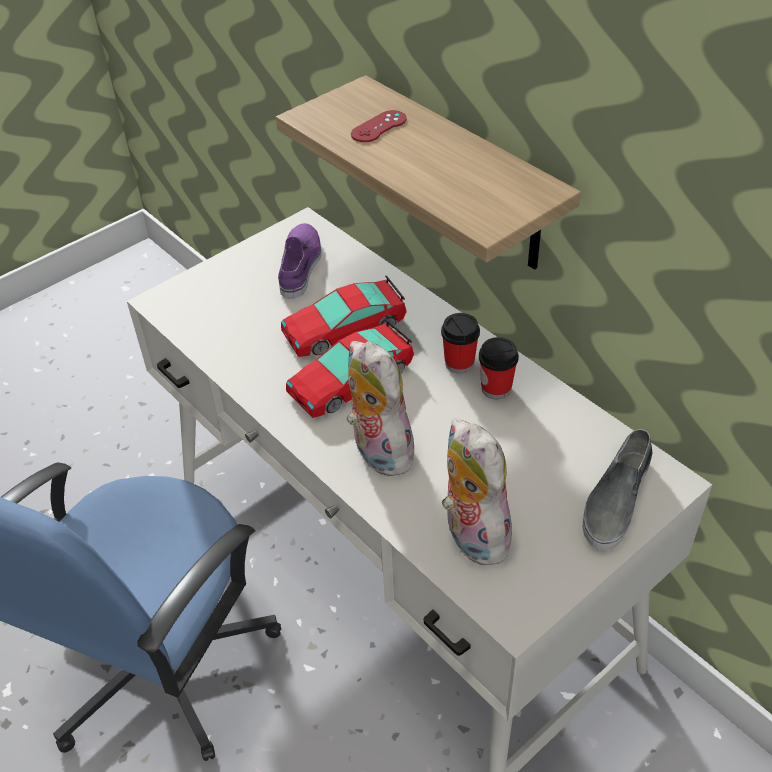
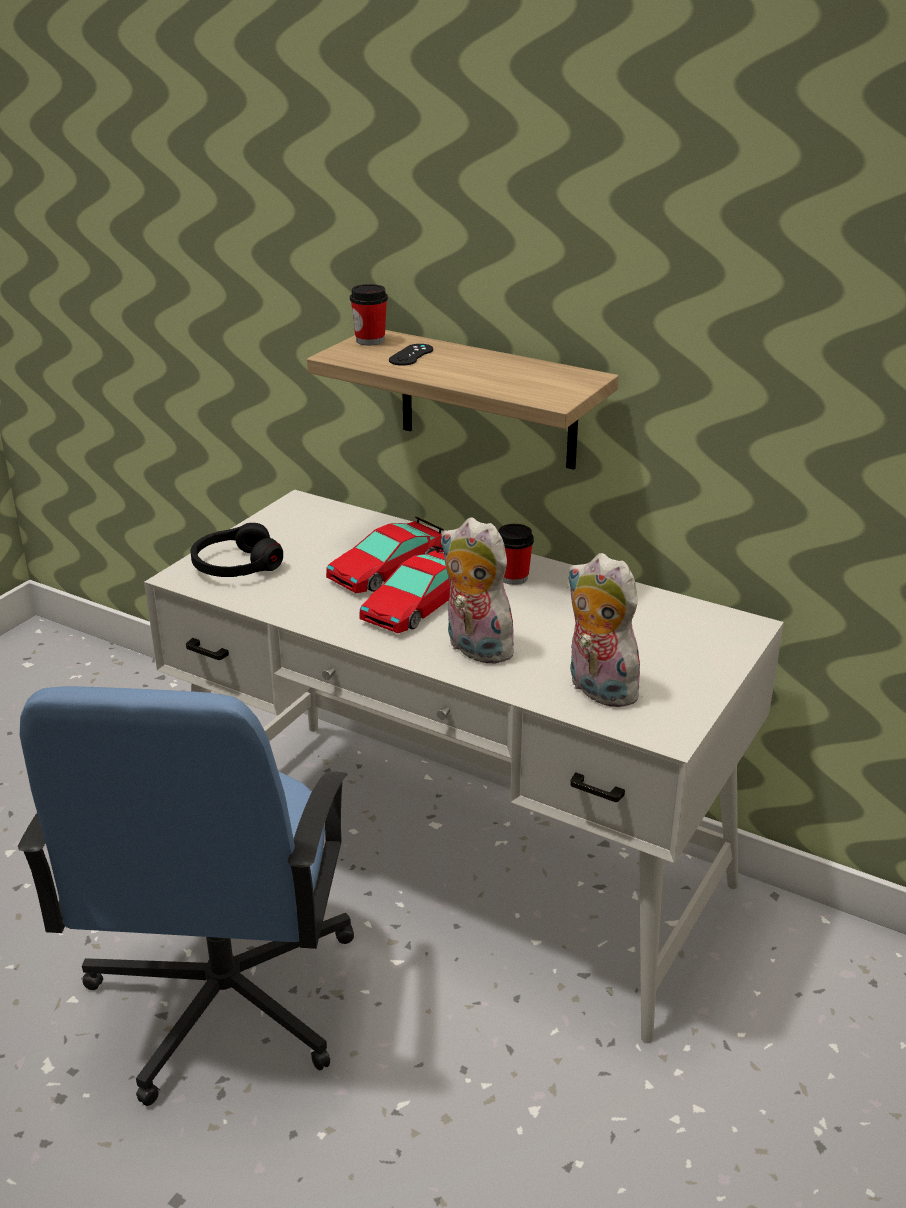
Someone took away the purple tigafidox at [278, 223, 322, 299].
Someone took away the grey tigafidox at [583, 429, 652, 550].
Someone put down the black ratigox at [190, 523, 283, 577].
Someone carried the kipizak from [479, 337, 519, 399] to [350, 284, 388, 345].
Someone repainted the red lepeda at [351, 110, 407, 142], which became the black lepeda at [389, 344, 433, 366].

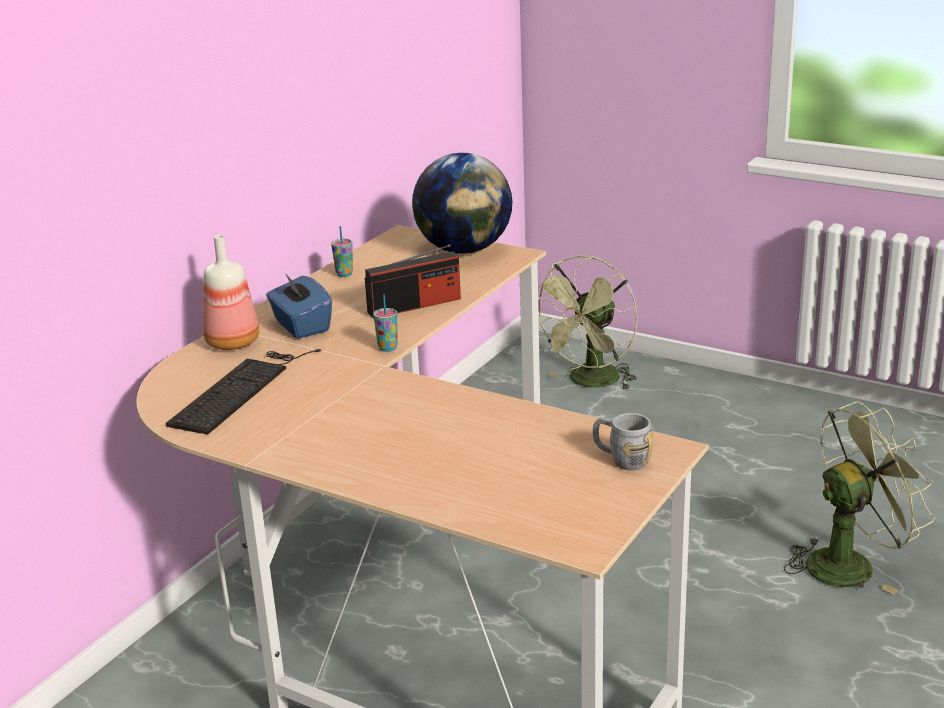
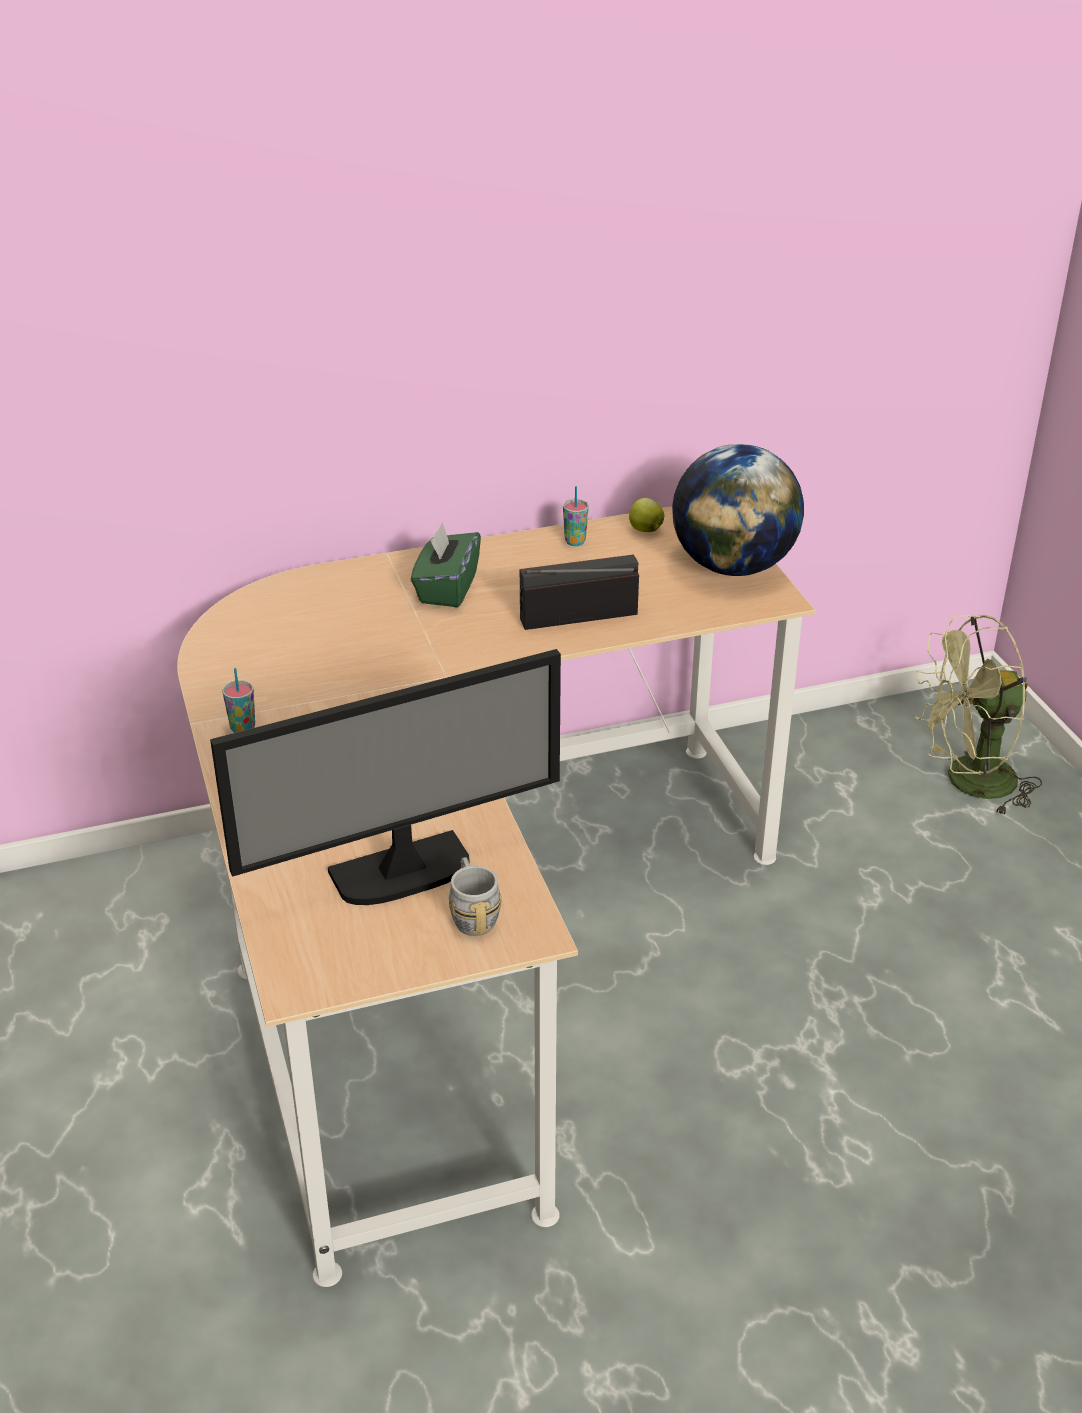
Someone took away the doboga at [166, 349, 321, 435].
Someone took away the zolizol at [203, 235, 259, 350].
Someone took away the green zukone at [784, 401, 935, 594].
Someone put down the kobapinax at [210, 649, 561, 905].
Someone put down the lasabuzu at [629, 498, 664, 532].
Someone carried the kipizak from [373, 295, 397, 352] to [222, 668, 255, 733].
Someone repainted the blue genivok at [266, 273, 332, 339], which became the green genivok at [411, 522, 481, 607].
Someone rotated the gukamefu at [365, 244, 461, 318] by 150 degrees clockwise.

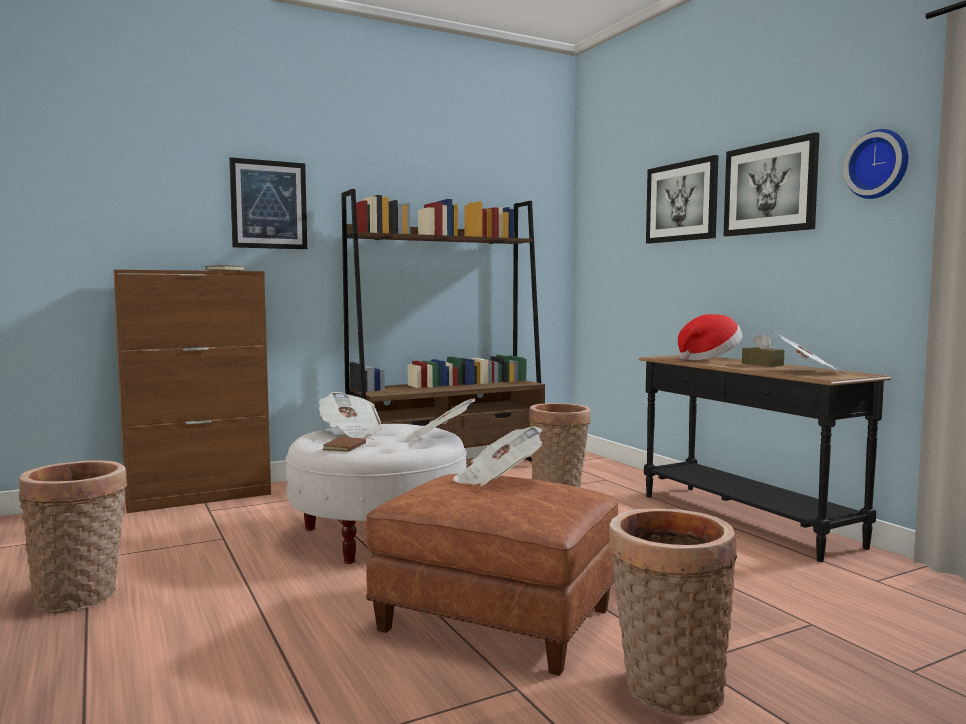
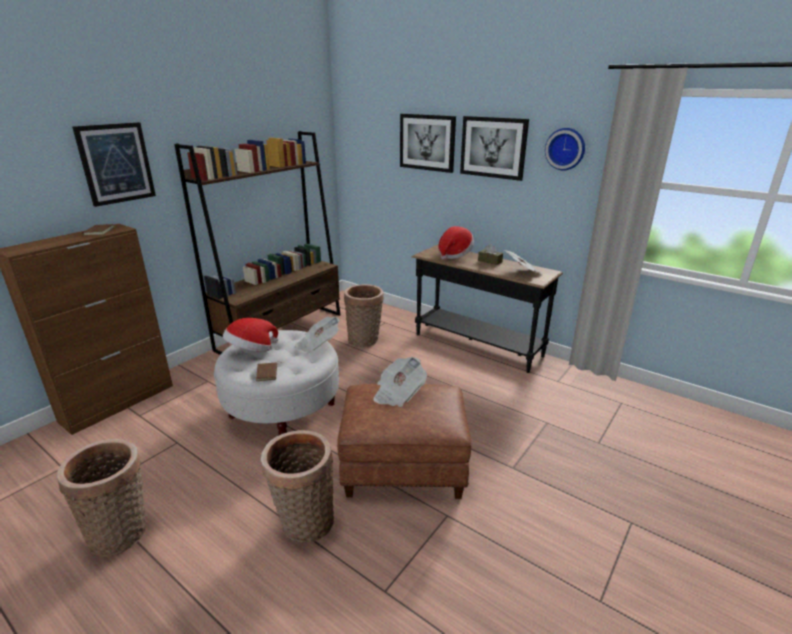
Someone carried the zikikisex from [608, 508, 737, 717] to [261, 430, 334, 543].
Someone swapped the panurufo at [319, 392, 382, 438] for the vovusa at [223, 318, 278, 352].

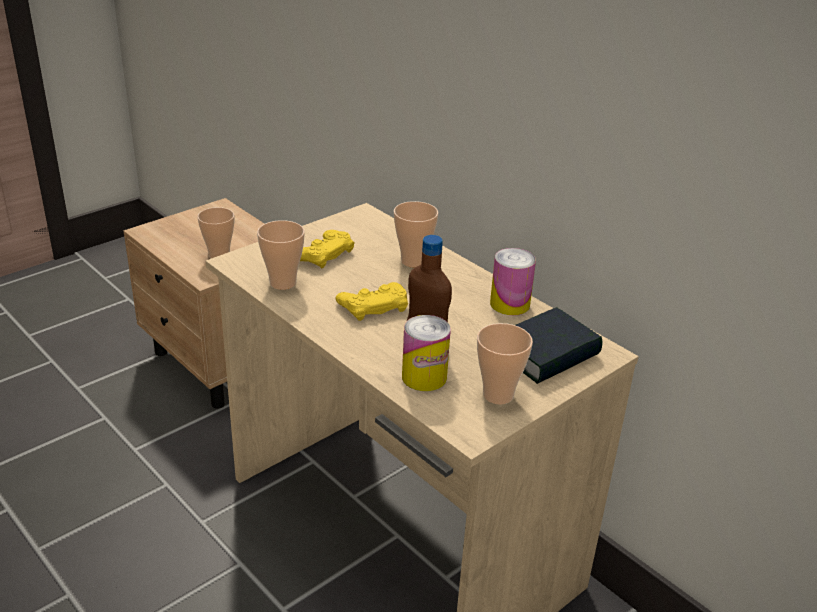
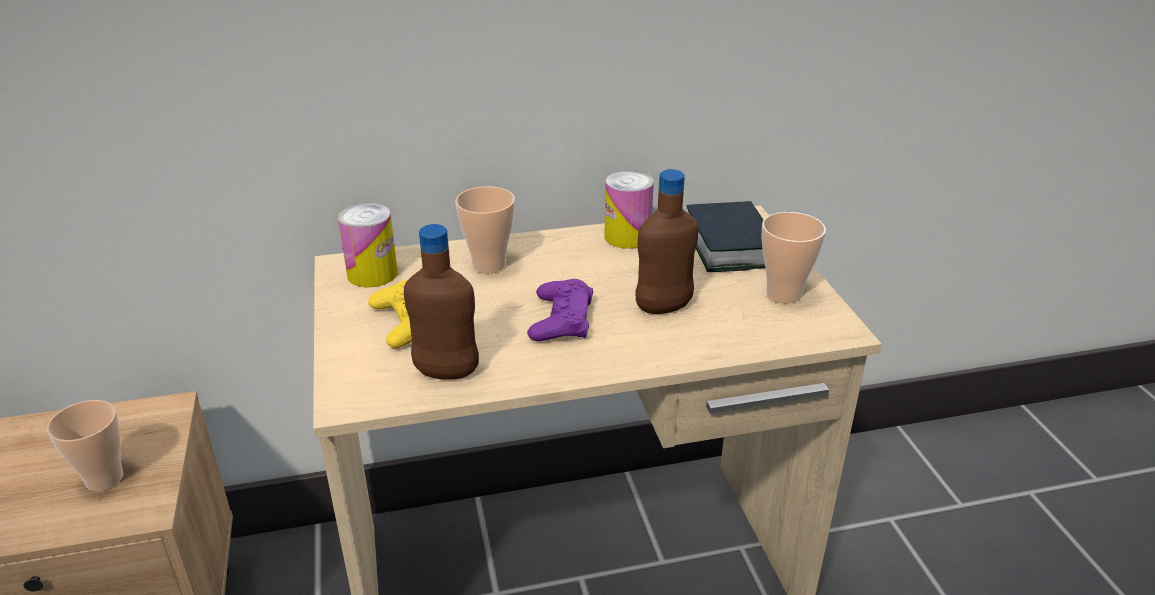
Someone carried the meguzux from [402, 315, 451, 391] to [338, 203, 398, 287].
Someone swapped the kipizak at [257, 220, 305, 290] for the brown zolizol at [404, 224, 479, 380].
Someone repainted the yellow lepeda at [335, 282, 408, 321], which became the purple lepeda at [527, 279, 593, 341].

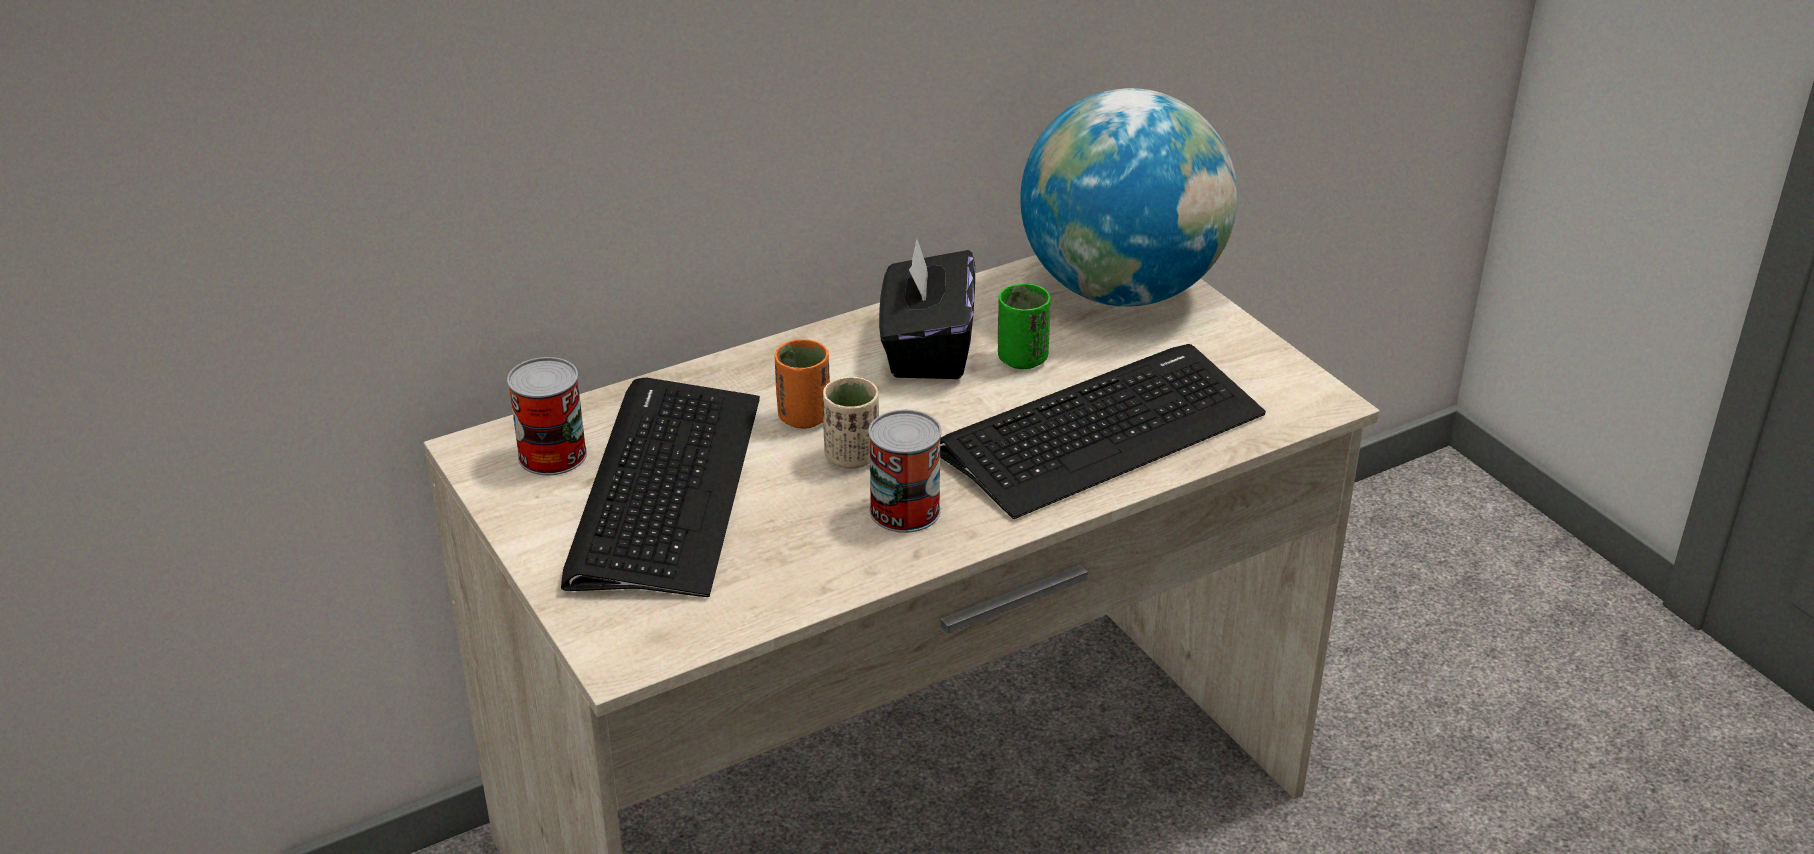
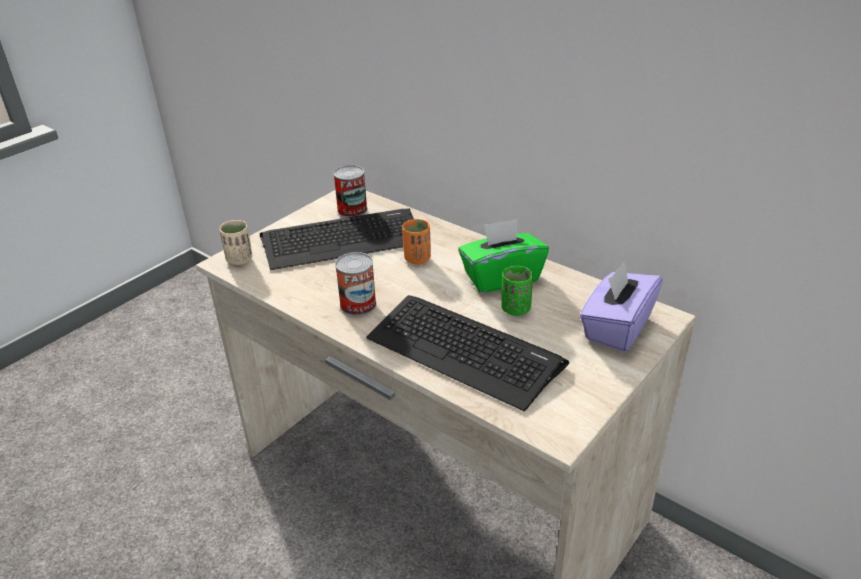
Someone carried the beige kipizak from [823, 377, 879, 469] to [219, 220, 252, 265].
Someone swapped the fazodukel at [1020, 88, 1238, 307] for the purple genivok at [580, 261, 663, 352].
Someone repainted the black genivok at [879, 238, 975, 379], which became the green genivok at [458, 219, 549, 293].

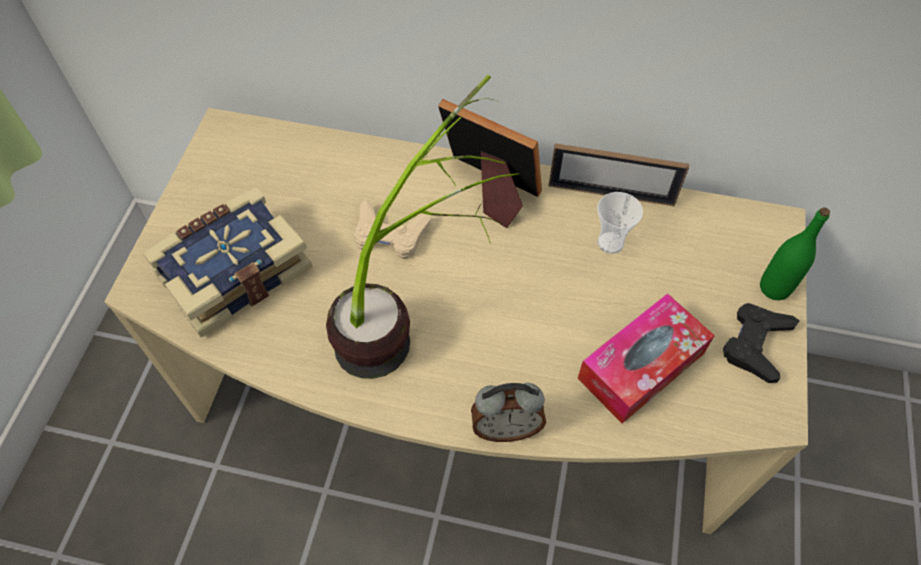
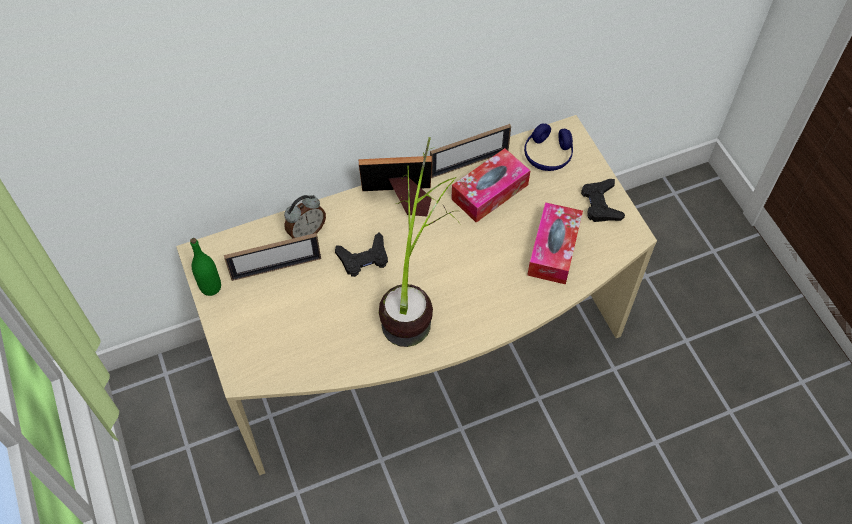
Someone took away the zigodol at [143, 187, 312, 337].
Someone put down the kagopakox at [224, 233, 321, 281].
Someone put down the blue ratigox at [524, 123, 573, 171].
Someone carried the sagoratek from [471, 383, 546, 442] to [284, 195, 326, 239].
Someone carried the green zolizol from [760, 207, 830, 300] to [190, 238, 221, 296].
Someone swapped the kipizak at [597, 192, 643, 254] for the genivok at [451, 148, 530, 223].
Someone repainted the beige lepeda at [354, 199, 430, 259], which became the black lepeda at [335, 233, 388, 277].

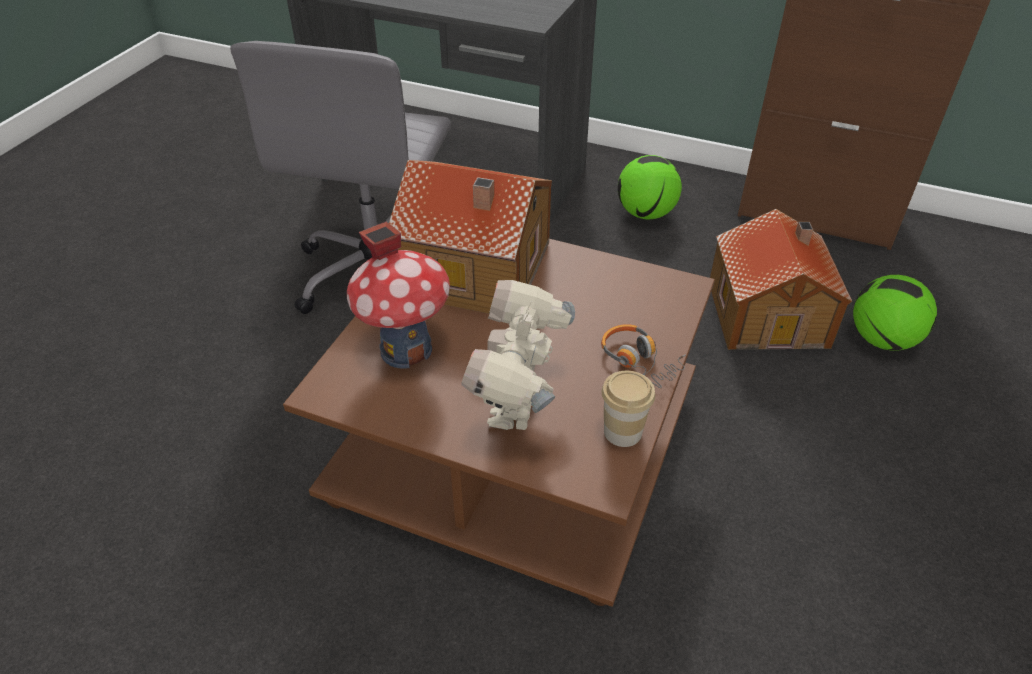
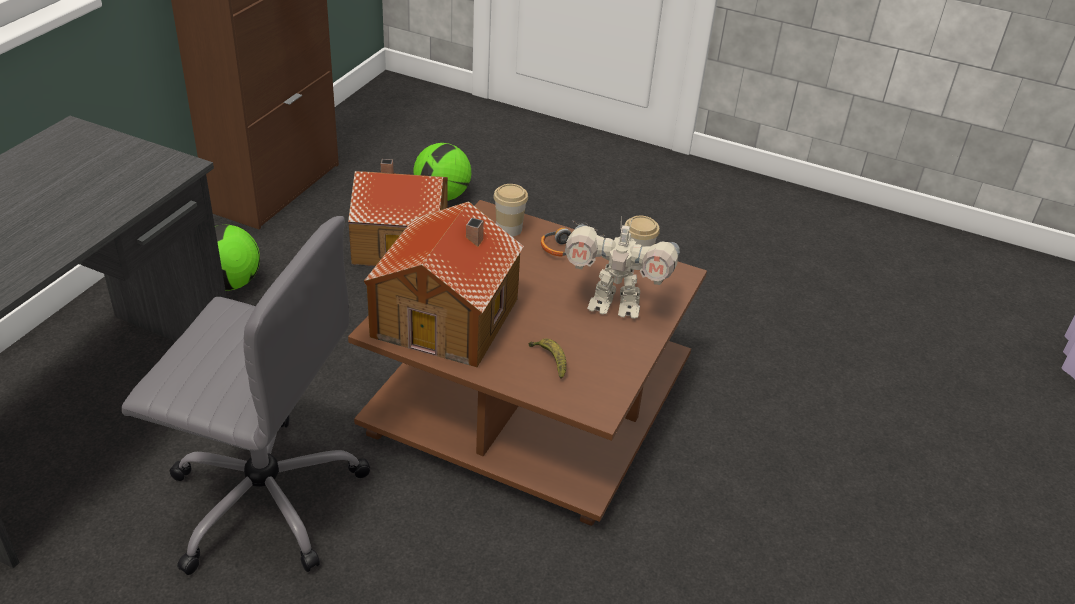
Someone put down the kipizak at [493, 184, 528, 237].
Someone swapped the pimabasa at [347, 221, 450, 369] for the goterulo at [529, 338, 566, 379].

